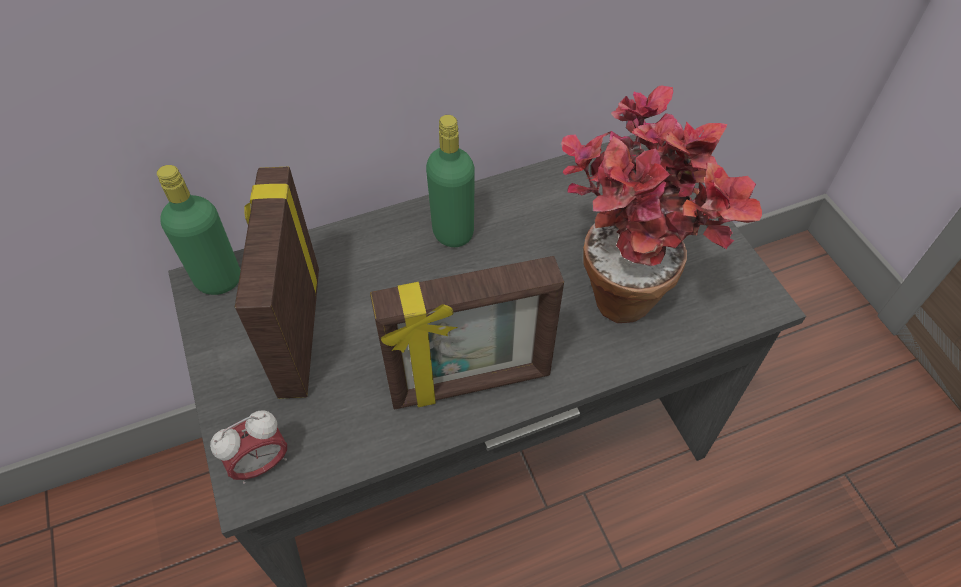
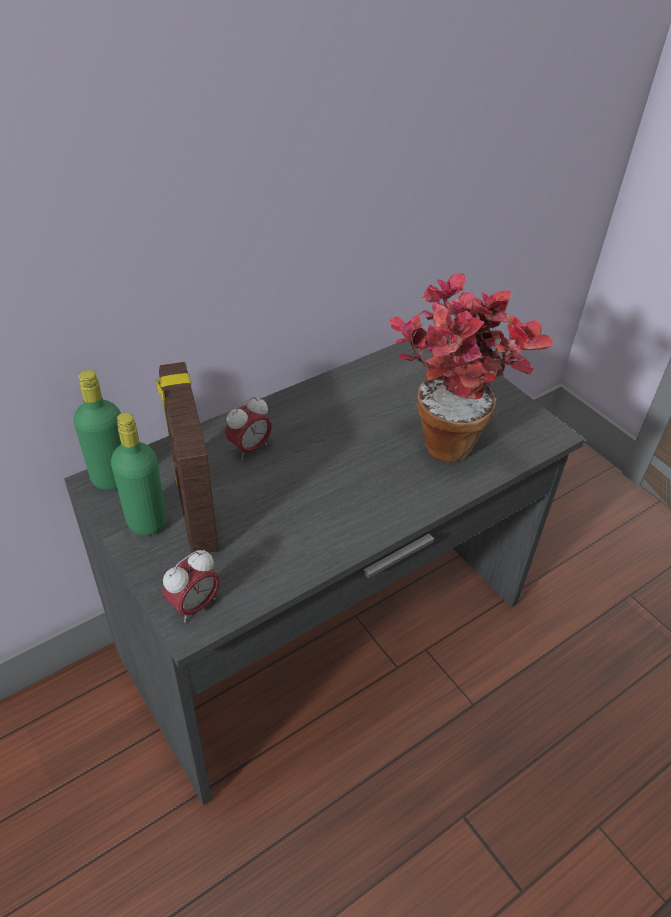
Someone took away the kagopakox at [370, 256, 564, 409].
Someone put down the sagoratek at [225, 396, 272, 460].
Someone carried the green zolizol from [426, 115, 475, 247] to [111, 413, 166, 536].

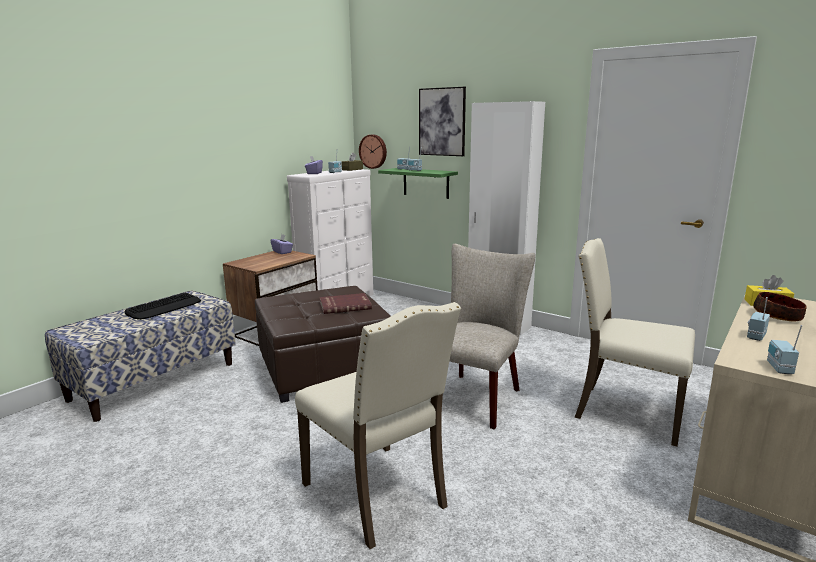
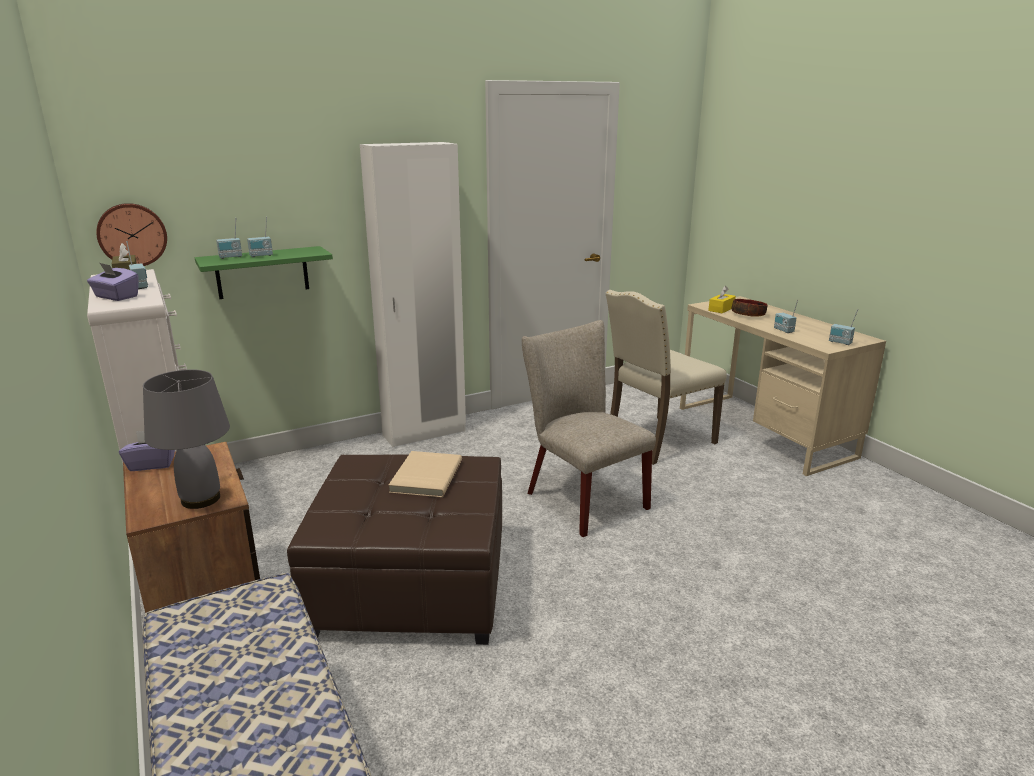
Someone took away the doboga at [124, 293, 201, 320].
Someone took away the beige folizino at [295, 302, 461, 549].
Someone took away the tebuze at [419, 87, 466, 156].
Someone put down the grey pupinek at [143, 369, 230, 509].
Someone repainted the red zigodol at [319, 293, 372, 314], which became the beige zigodol at [389, 451, 462, 497].

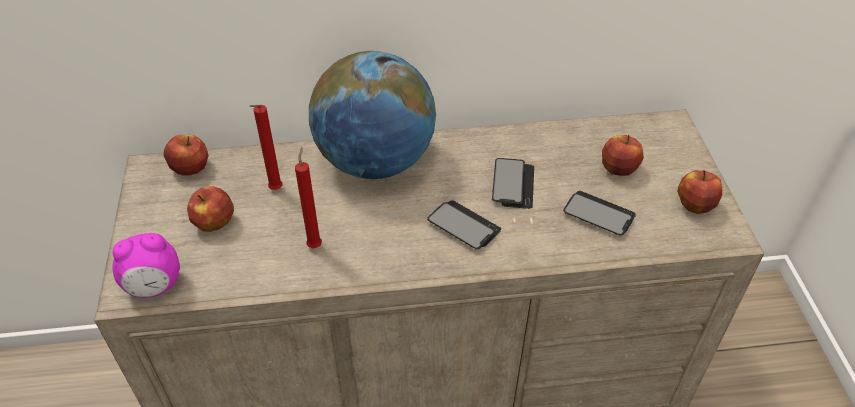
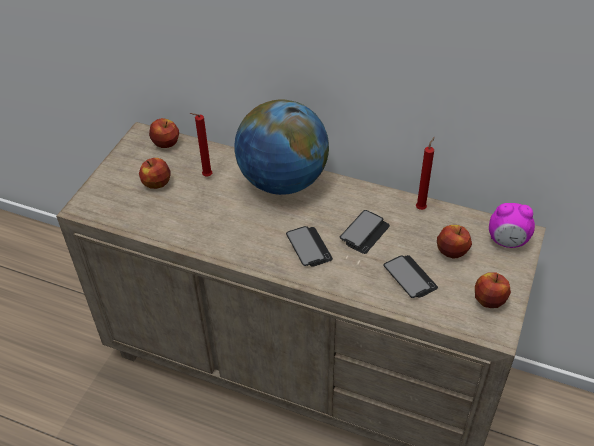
Someone carried the sagoratek from [112, 233, 180, 298] to [489, 203, 535, 248].
Someone carried the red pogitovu from [295, 147, 322, 248] to [416, 137, 435, 210].

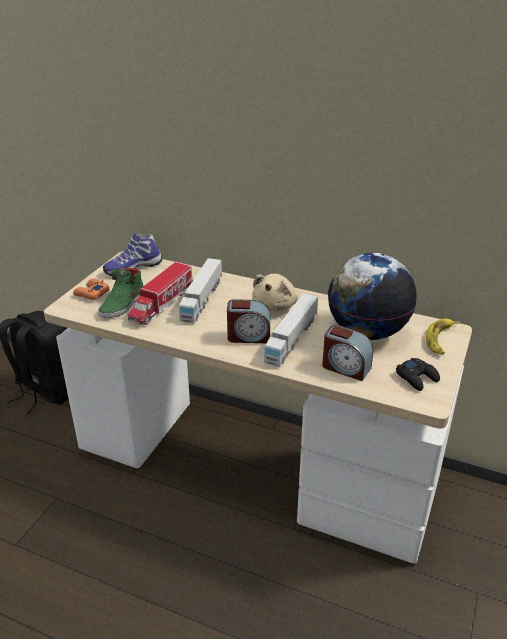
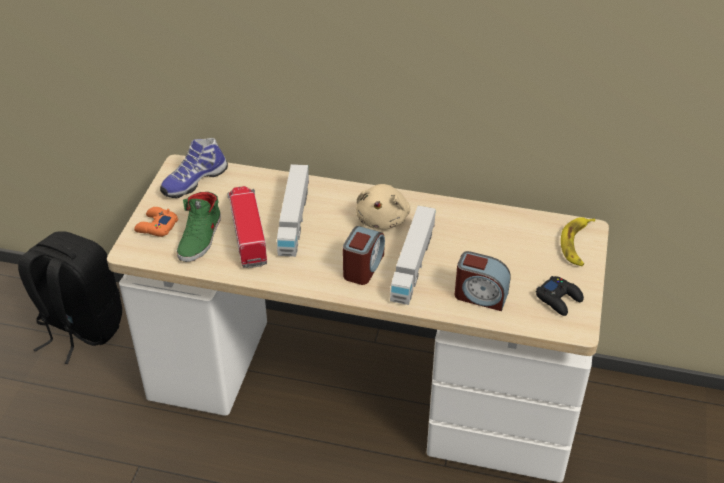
Someone took away the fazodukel at [328, 253, 417, 340].
Someone rotated the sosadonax at [128, 262, 192, 325] by 150 degrees clockwise.
Someone rotated the sagoratek at [227, 299, 270, 343] by 60 degrees counterclockwise.

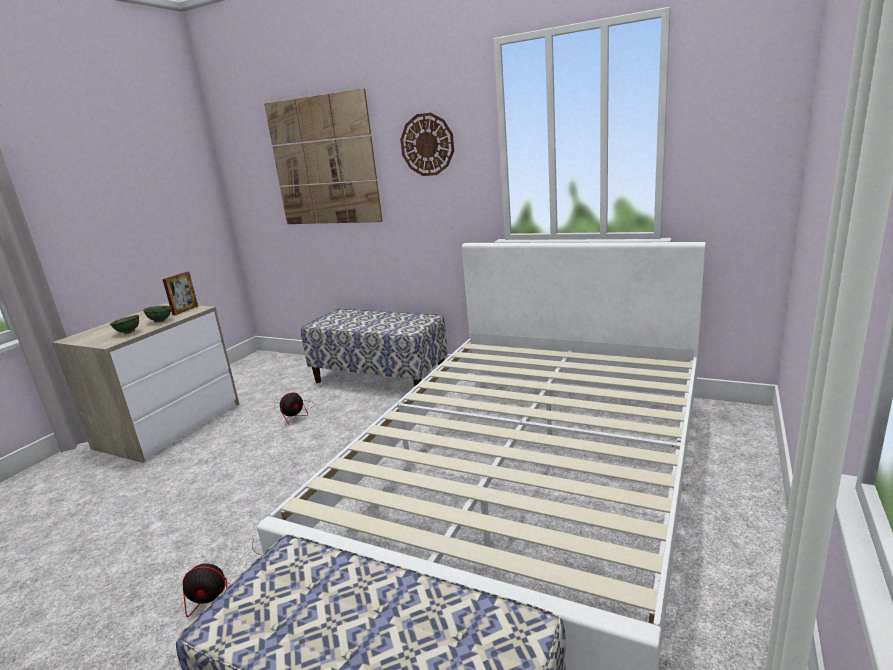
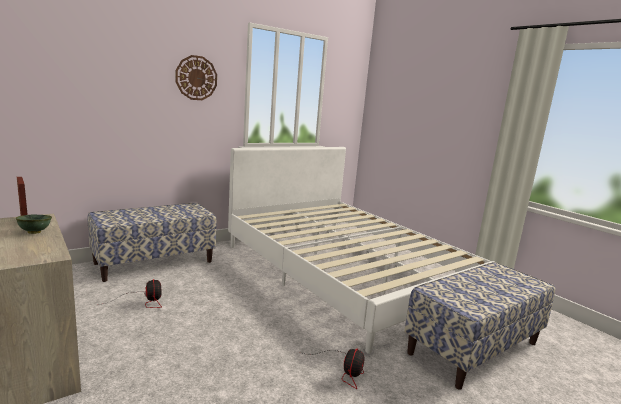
Someone took away the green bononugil at [110, 315, 139, 334].
Someone took away the tebuze at [264, 89, 383, 224].

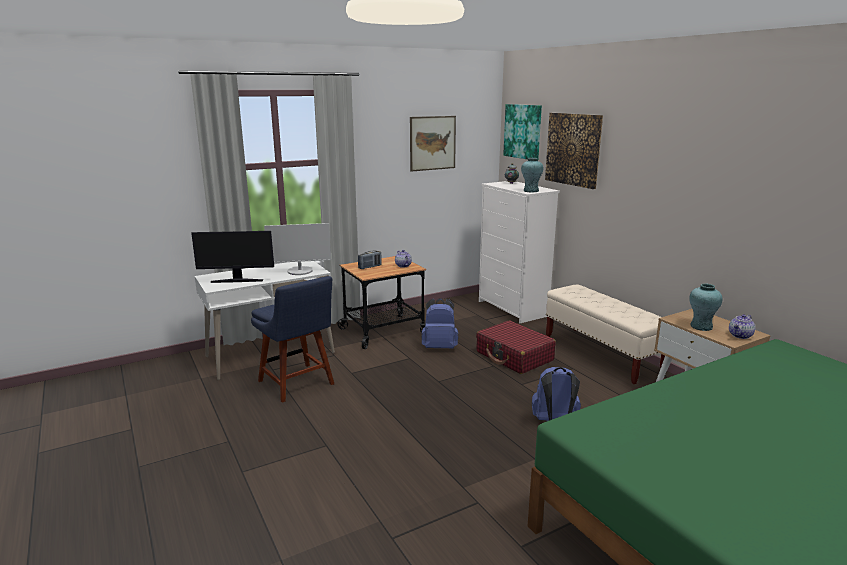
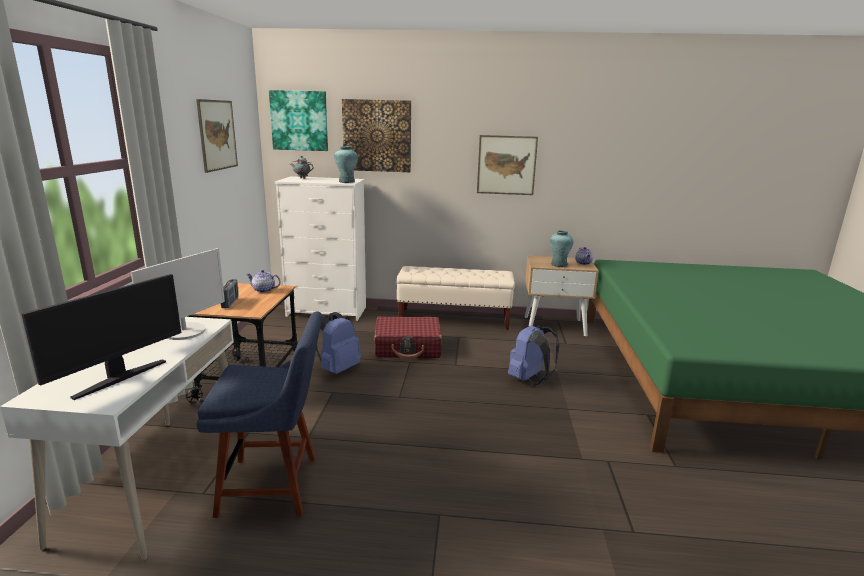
Someone put up the tebuze at [477, 135, 538, 195].

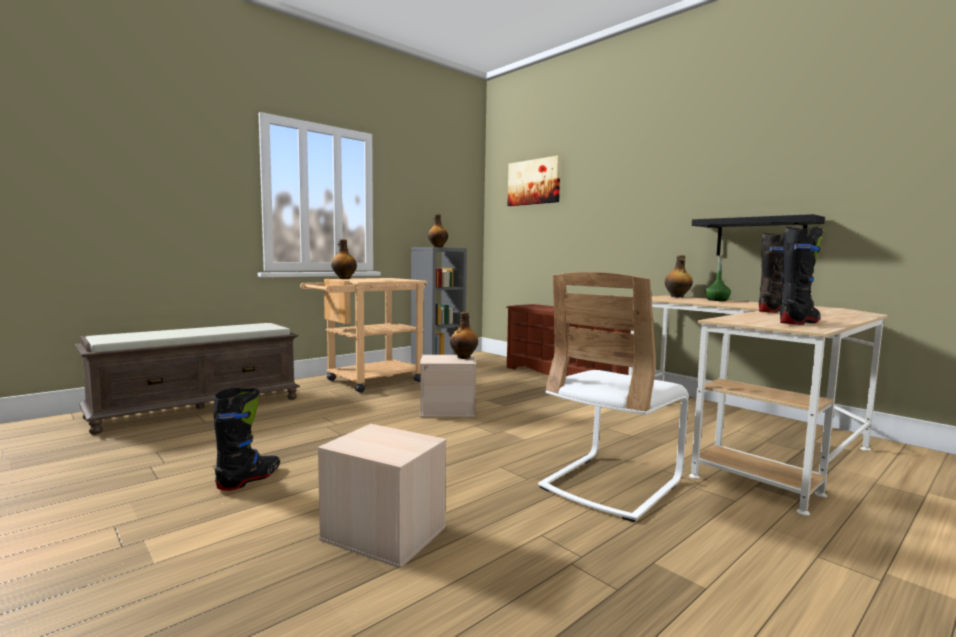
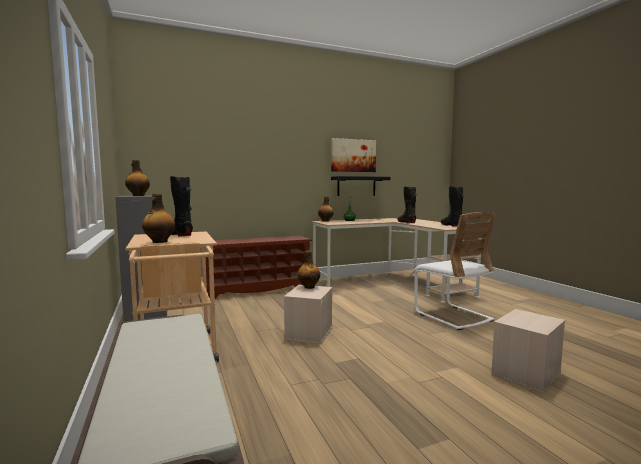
Someone carried the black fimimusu from [214, 387, 280, 491] to [170, 176, 193, 236].
Someone carried the tebuze from [508, 155, 561, 206] to [331, 138, 376, 172].

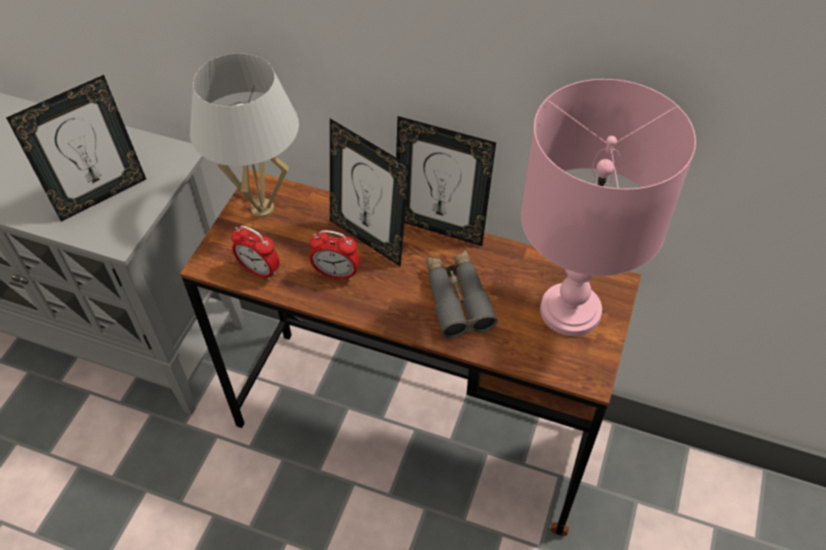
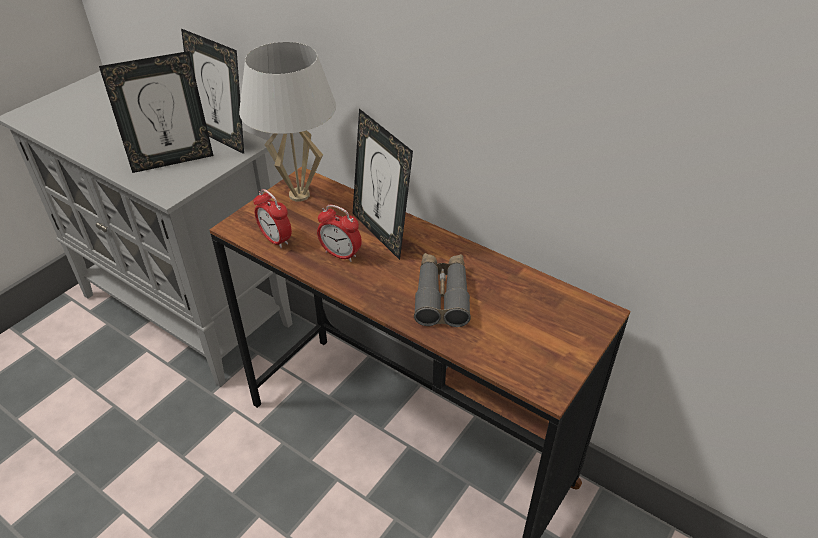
Someone took away the pink pupinek at [521, 79, 696, 336].
Someone carried the kagopakox from [396, 116, 496, 246] to [181, 28, 244, 154].

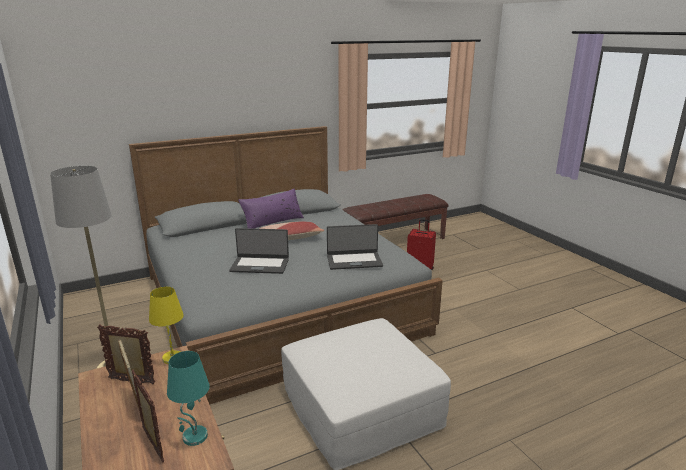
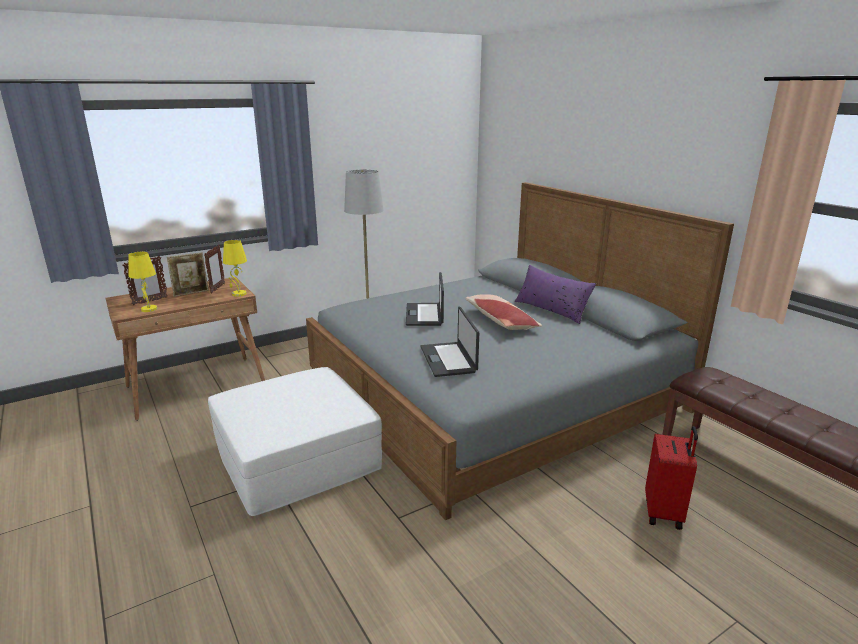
Someone repainted the turquoise pupinek at [167, 351, 210, 446], which became the yellow pupinek at [129, 251, 157, 312].

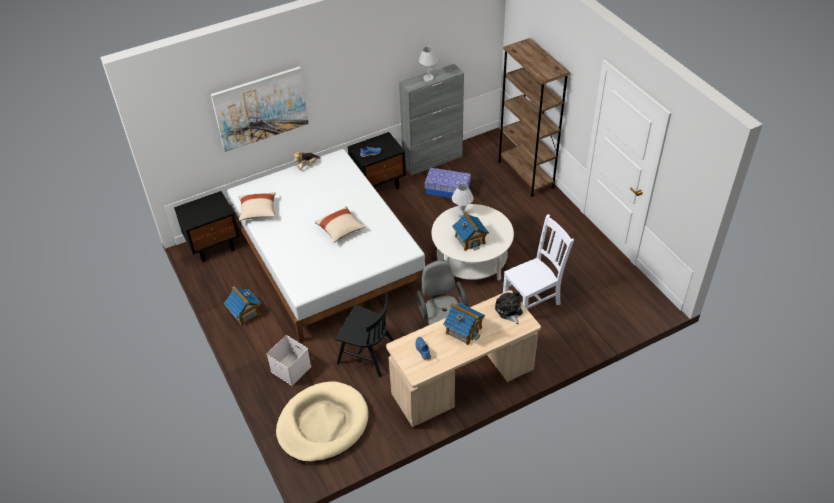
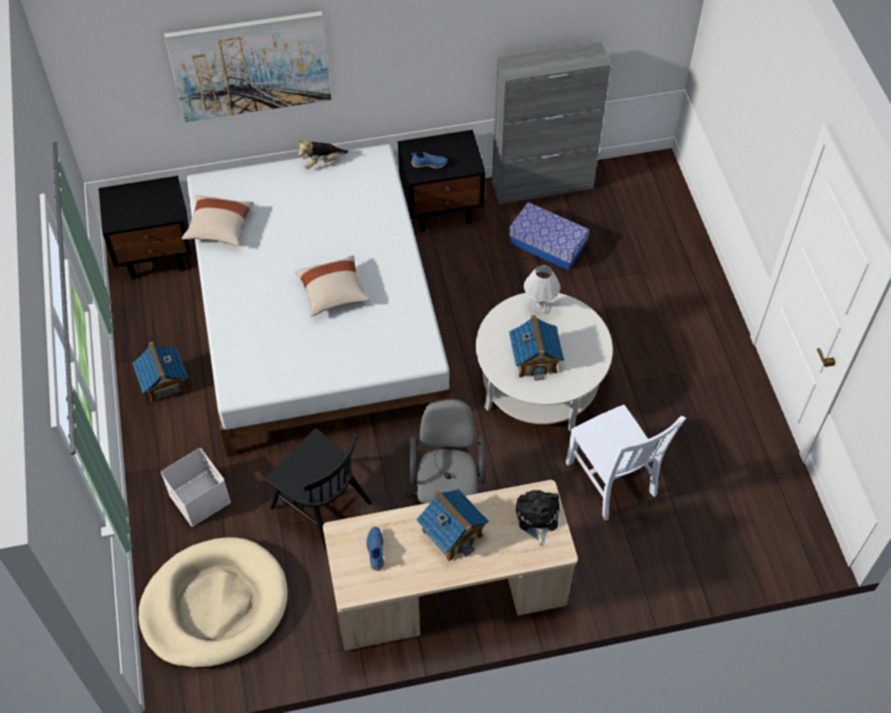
Someone took away the white pupinek at [419, 46, 438, 82].
Someone took away the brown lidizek at [498, 38, 570, 197].
Someone rotated the white folizino at [503, 214, 574, 310] by 75 degrees clockwise.

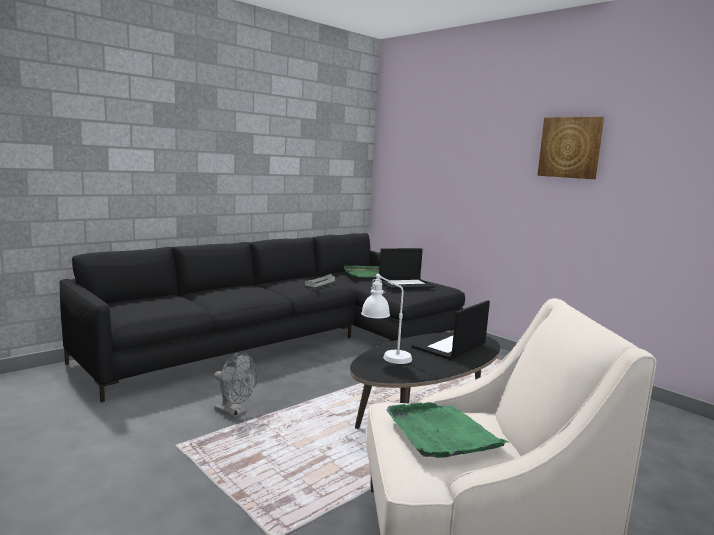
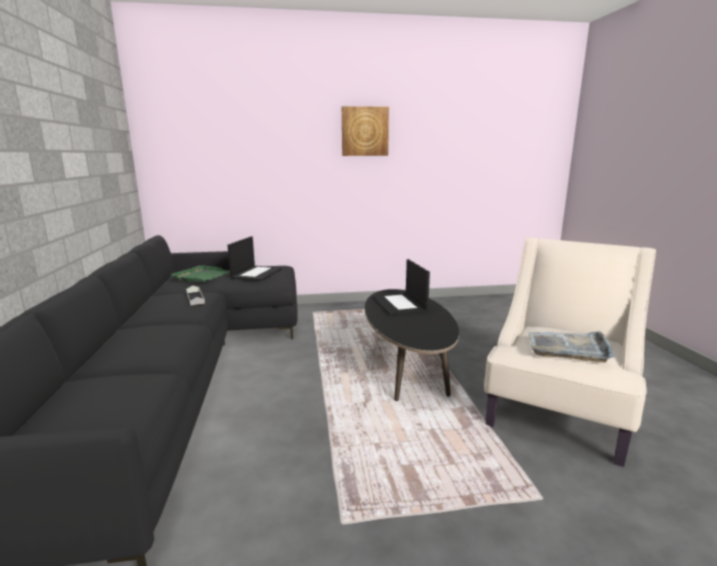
Someone took away the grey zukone at [214, 353, 257, 418].
Someone took away the white pupinek at [361, 274, 412, 364].
Someone repainted the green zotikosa at [387, 402, 508, 458], which became the grey zotikosa at [528, 331, 615, 362].

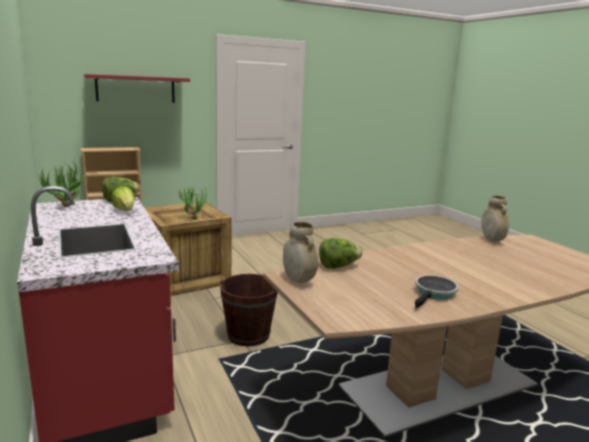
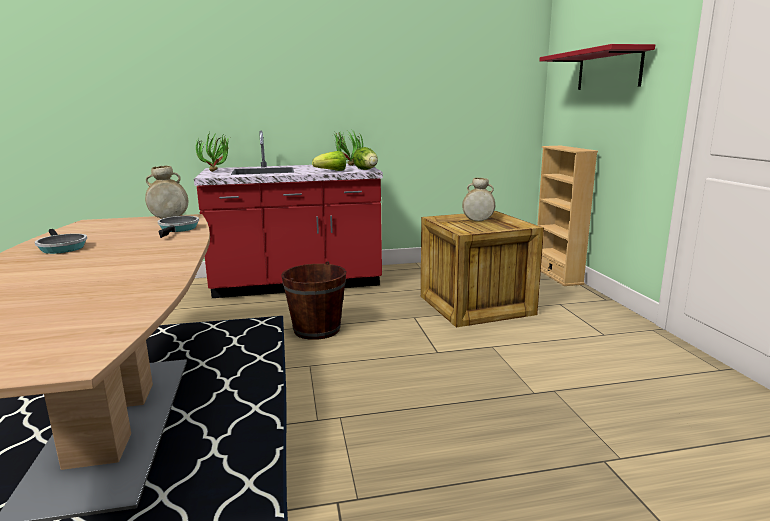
Someone carried the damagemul from [178, 186, 207, 220] to [196, 130, 230, 172].
Someone carried the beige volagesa from [482, 196, 509, 242] to [462, 178, 495, 221].
Someone swapped the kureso at [319, 238, 362, 269] for the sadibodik at [157, 216, 199, 238].

